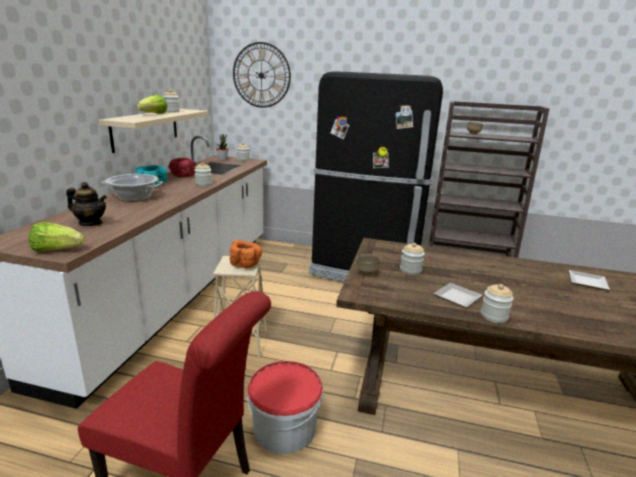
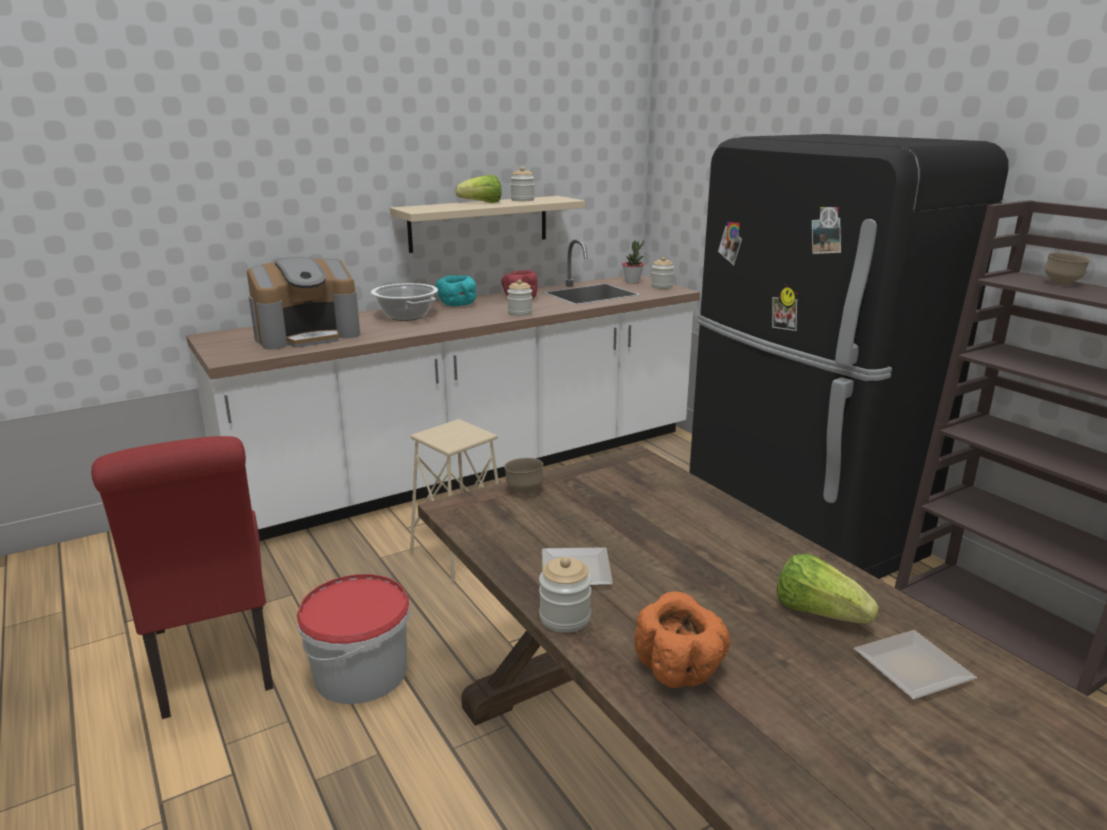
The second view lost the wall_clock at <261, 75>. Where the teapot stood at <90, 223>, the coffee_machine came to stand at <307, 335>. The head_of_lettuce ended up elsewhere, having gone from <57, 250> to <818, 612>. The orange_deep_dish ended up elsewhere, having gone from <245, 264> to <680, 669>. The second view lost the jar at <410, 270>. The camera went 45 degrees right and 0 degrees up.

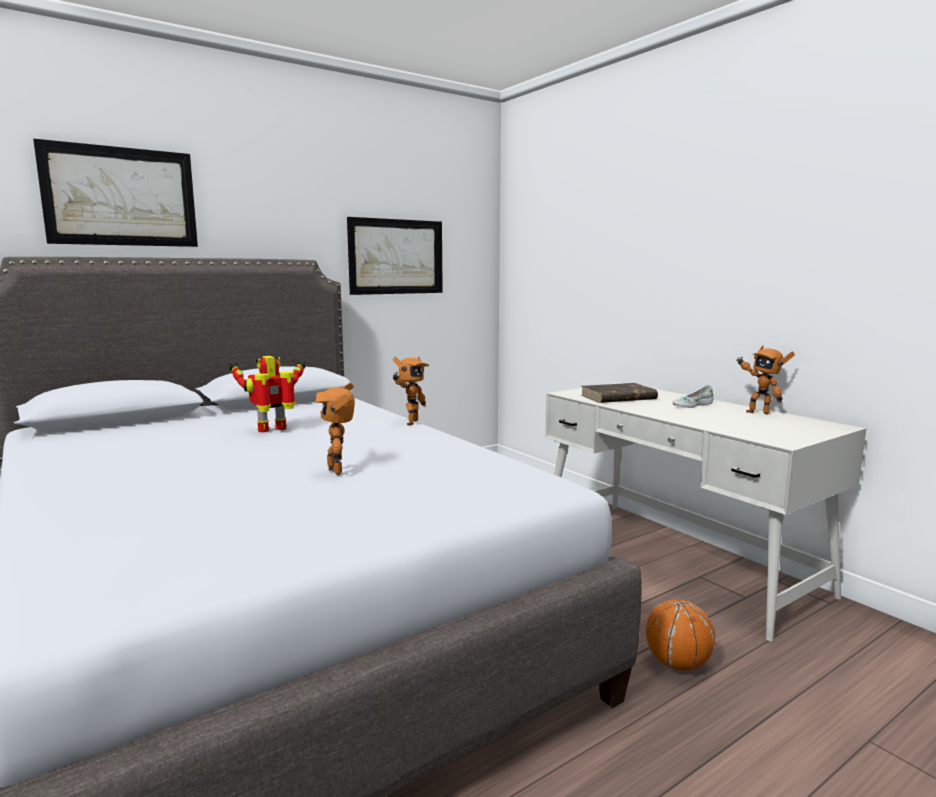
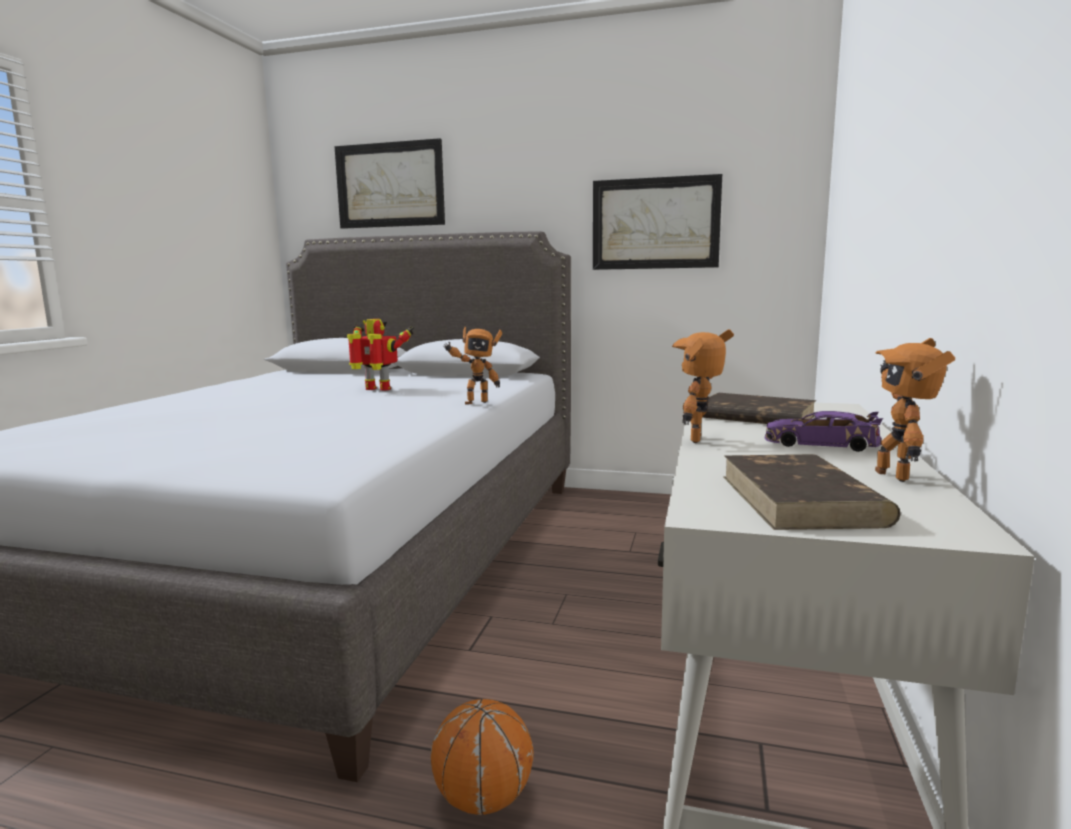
The robot_figure ended up elsewhere, having gone from <338, 470> to <701, 440>. Where the whitish_item_of_footwear stood at <691, 405>, the purple_model_car came to stand at <820, 444>. The second view gained the brownish_book at <801, 500>. The camera went 50 degrees right and 0 degrees up.

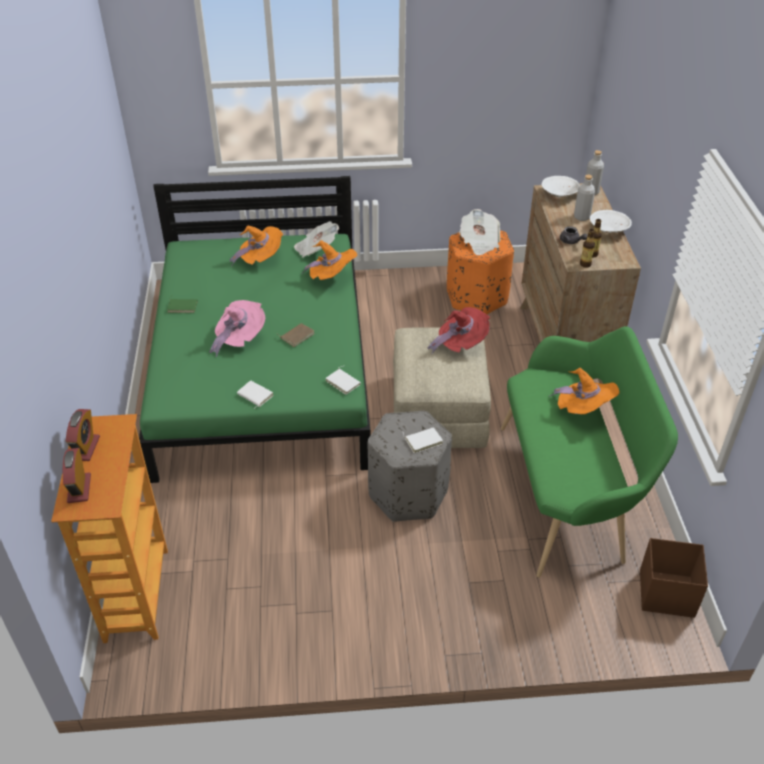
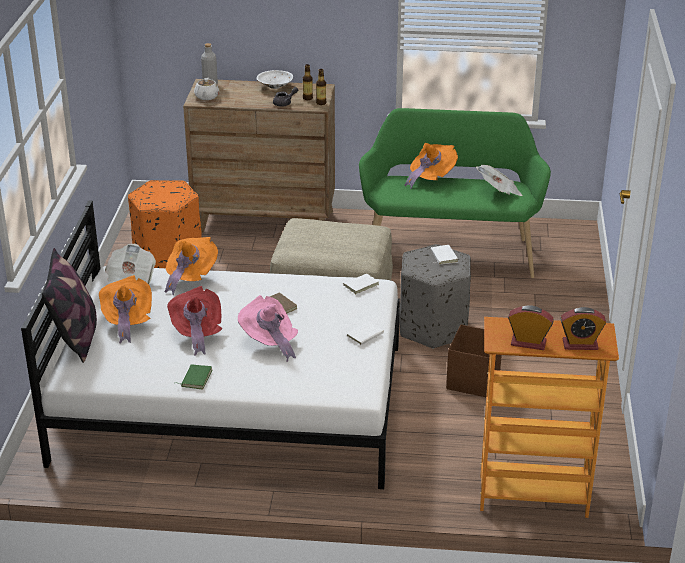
The second view lost the grey_drink_bottle at <581, 217>. What was the green-coloured_bed at <263, 372> turned into the whitish_bed at <232, 402>. Where the whitish_deep_dish stood at <559, 194>, the whitish_teapot came to stand at <206, 97>. The printed_paper ended up elsewhere, having gone from <479, 242> to <499, 192>. The red-coloured_clothing_hat ended up elsewhere, having gone from <460, 344> to <197, 333>. The brownish_storage_box ended up elsewhere, having gone from <665, 593> to <472, 381>. The second view gained the pillow at <76, 337>. The camera went 80 degrees left and 10 degrees down.

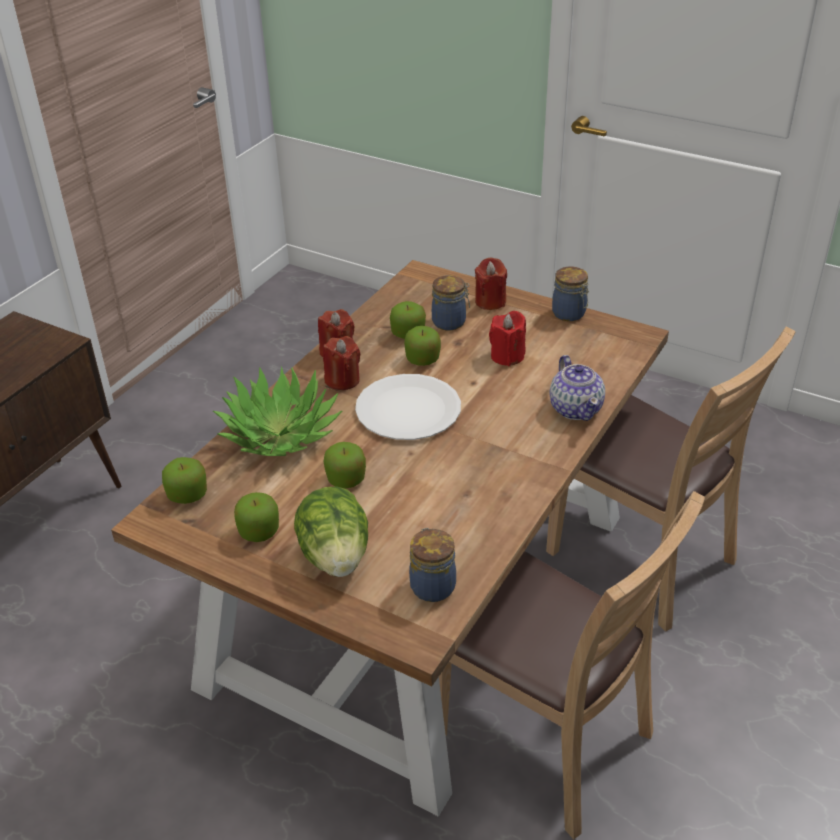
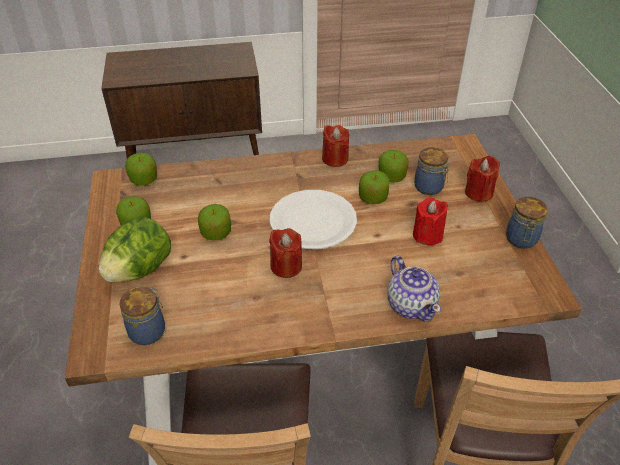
The red-coloured_candle ended up elsewhere, having gone from <342, 380> to <286, 266>. The teapot at <576, 408> ended up facing another way, 60 degrees counterclockwise from before. The second view lost the houseplant at <280, 434>. The camera went 50 degrees right and 5 degrees up.

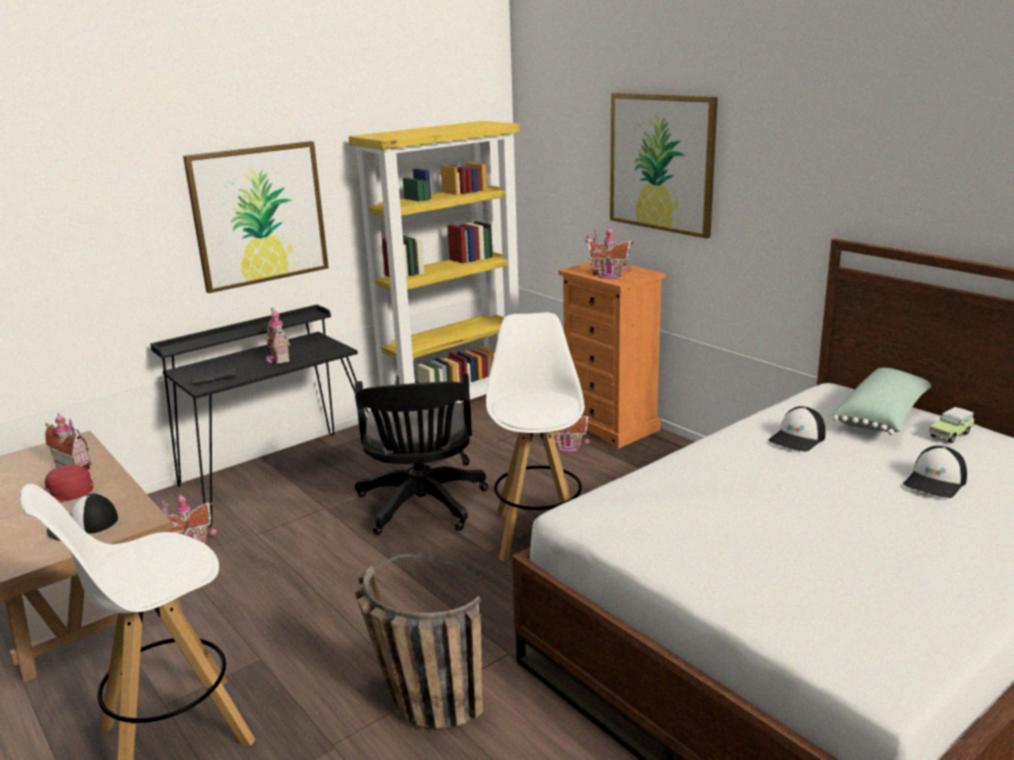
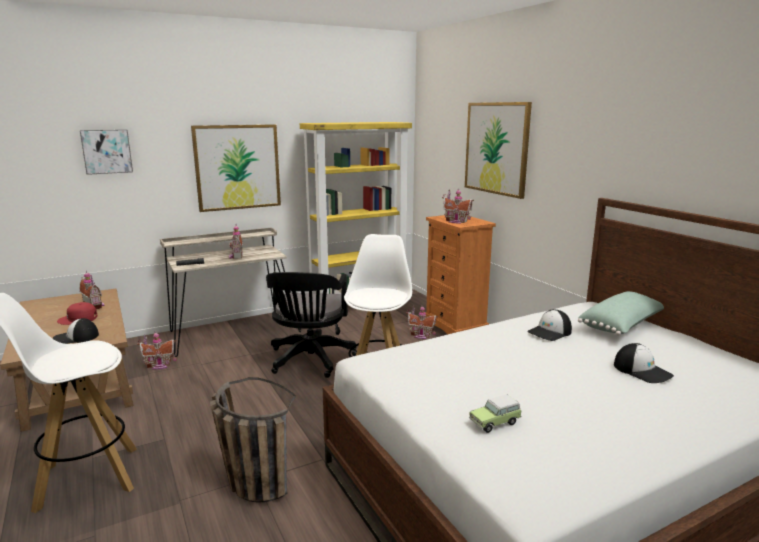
What was the black_desk_unit at <278, 474> turned into the beige_desk_unit at <232, 331>. The model_car ended up elsewhere, having gone from <951, 434> to <496, 422>. The cap at <935, 482> ended up facing another way, 90 degrees counterclockwise from before. The second view gained the picture at <107, 151>. The camera went 10 degrees right and 5 degrees down.

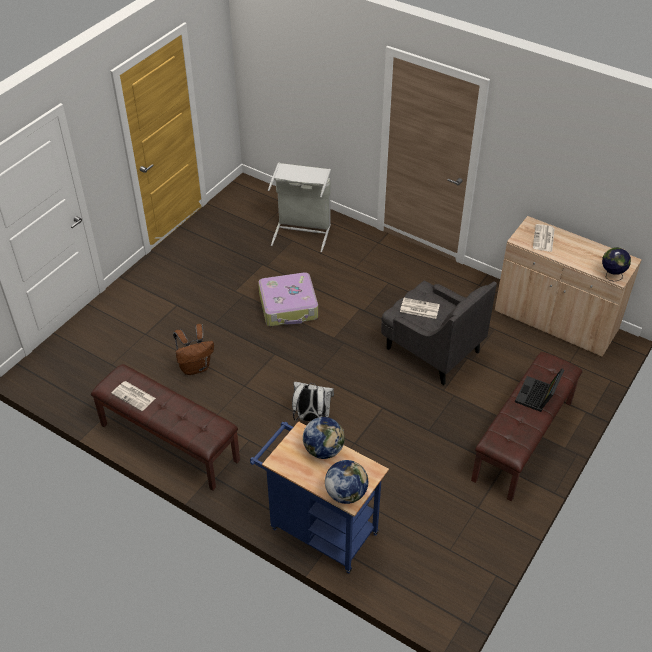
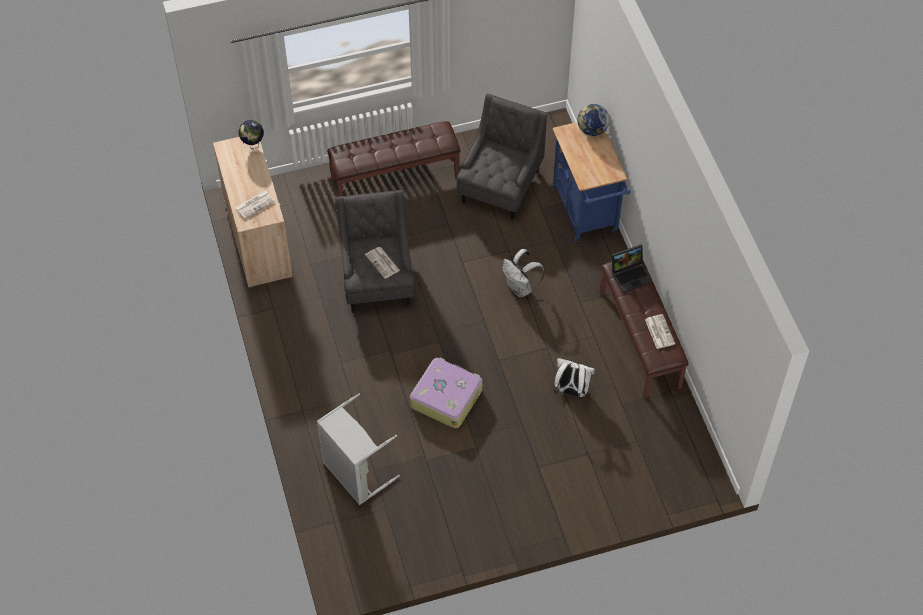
What was the brownish_rucksack at <195, 367> turned into the whitish_rucksack at <571, 391>. The notebook_computer ended up elsewhere, having gone from <537, 396> to <631, 275>. The second view lost the desk_globe at <323, 450>. The second view gained the grey_armchair at <500, 187>. The camera went 140 degrees left and 10 degrees up.

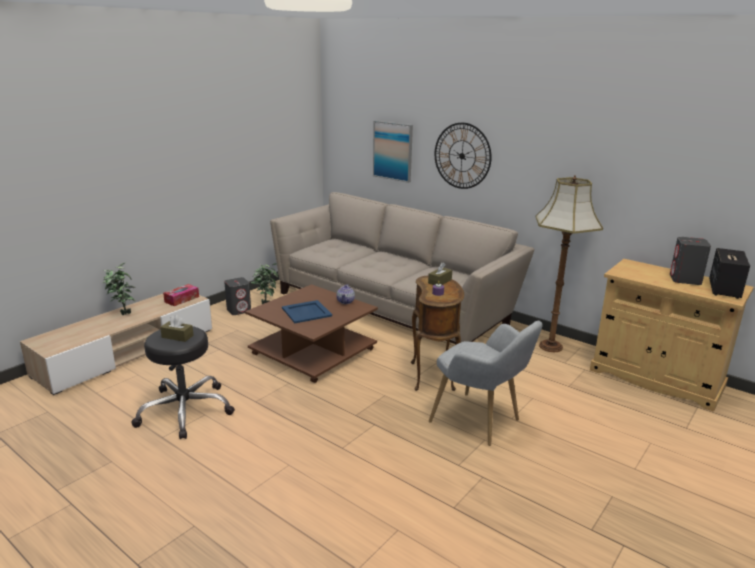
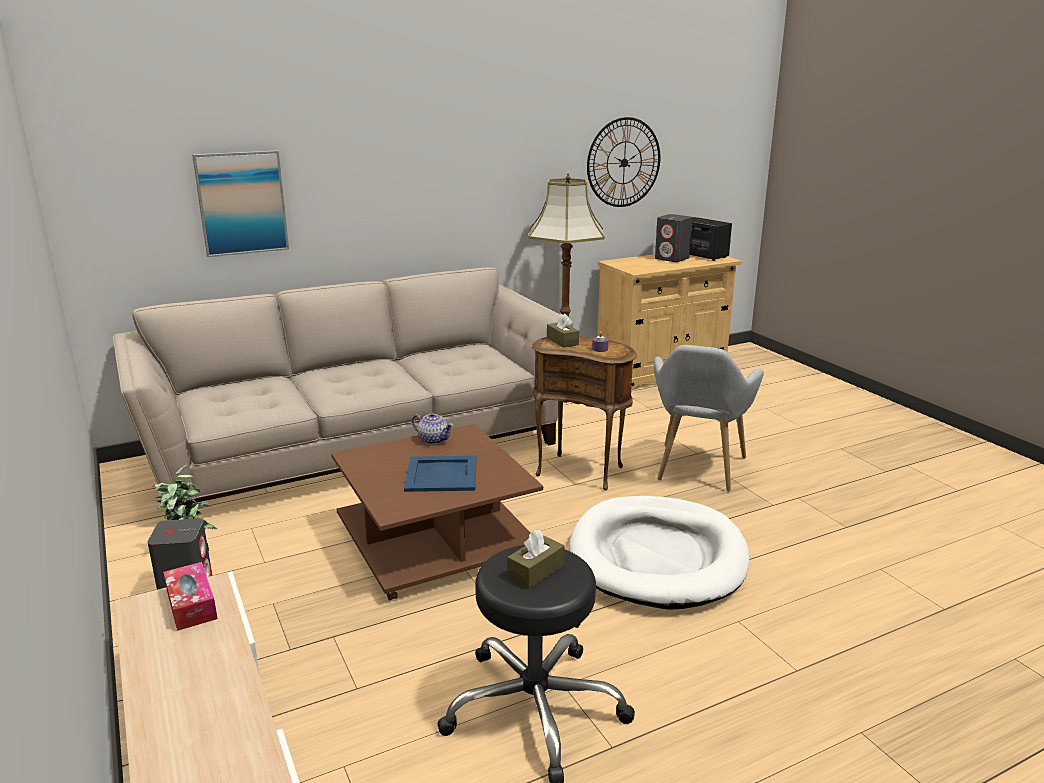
The wall_clock ended up elsewhere, having gone from <462, 156> to <624, 162>. The second view lost the houseplant at <122, 312>. The grey_armchair at <480, 422> ended up facing another way, 135 degrees clockwise from before. The second view gained the whitish_pet_bed at <657, 557>. The camera went 65 degrees left and 0 degrees up.

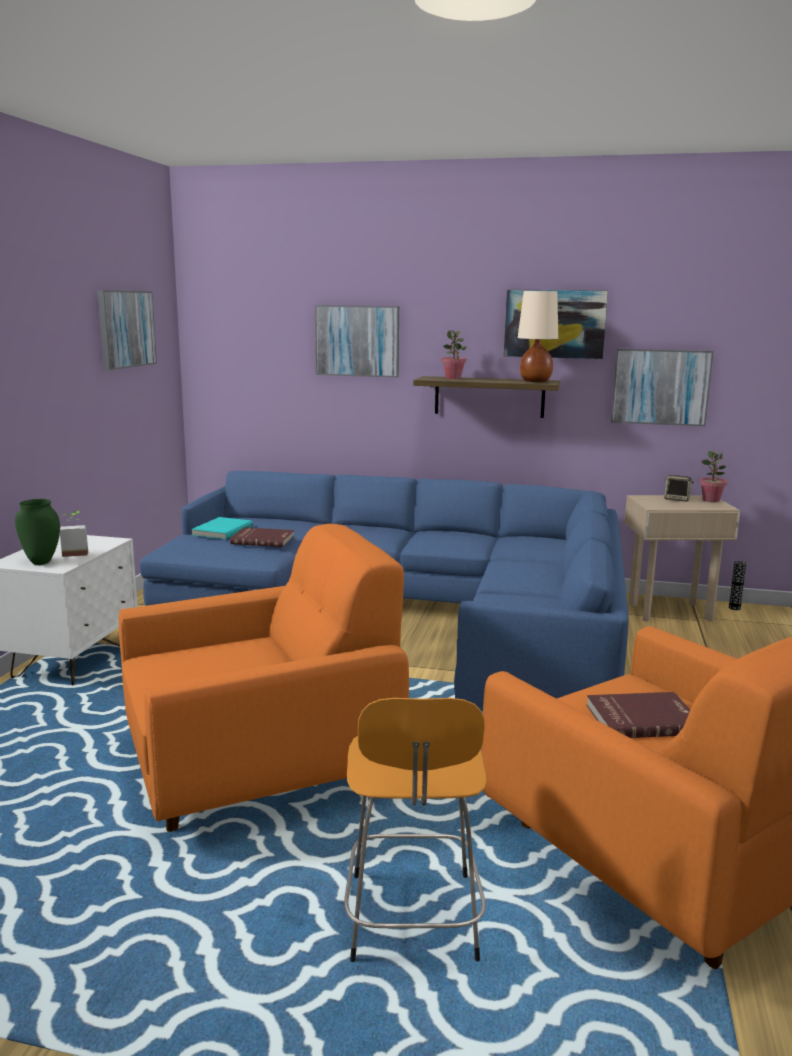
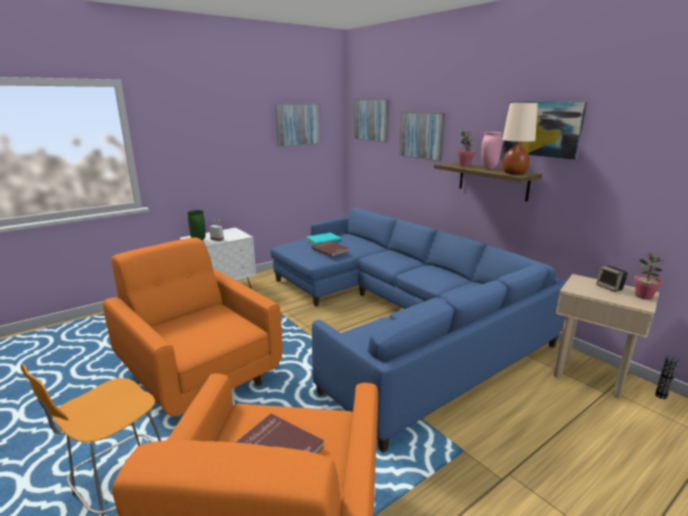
The picture ended up elsewhere, having gone from <660, 387> to <372, 120>. The orange_armchair at <262, 770> ended up facing another way, 150 degrees counterclockwise from before. The second view gained the pink-coloured_flower_vase at <489, 168>. The camera went 40 degrees right and 5 degrees up.

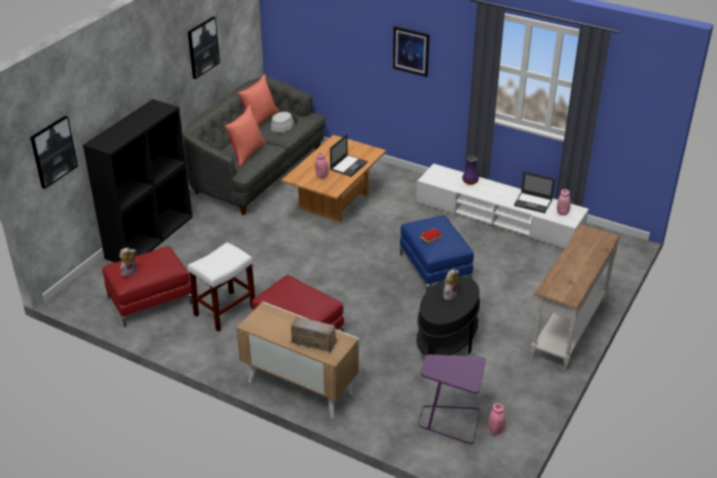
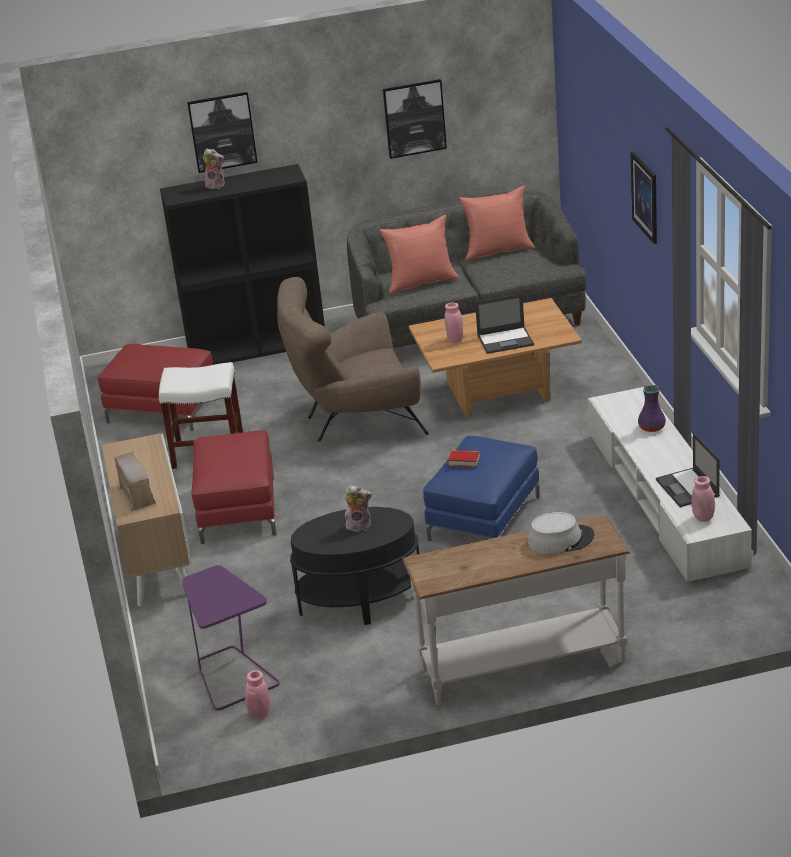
The grey_clothing_hat ended up elsewhere, having gone from <284, 125> to <561, 539>. The picture ended up elsewhere, having gone from <53, 151> to <222, 131>. The soft_toy ended up elsewhere, having gone from <129, 272> to <216, 185>. The second view gained the brownish_armchair at <355, 420>. The camera went 50 degrees right and 5 degrees down.

